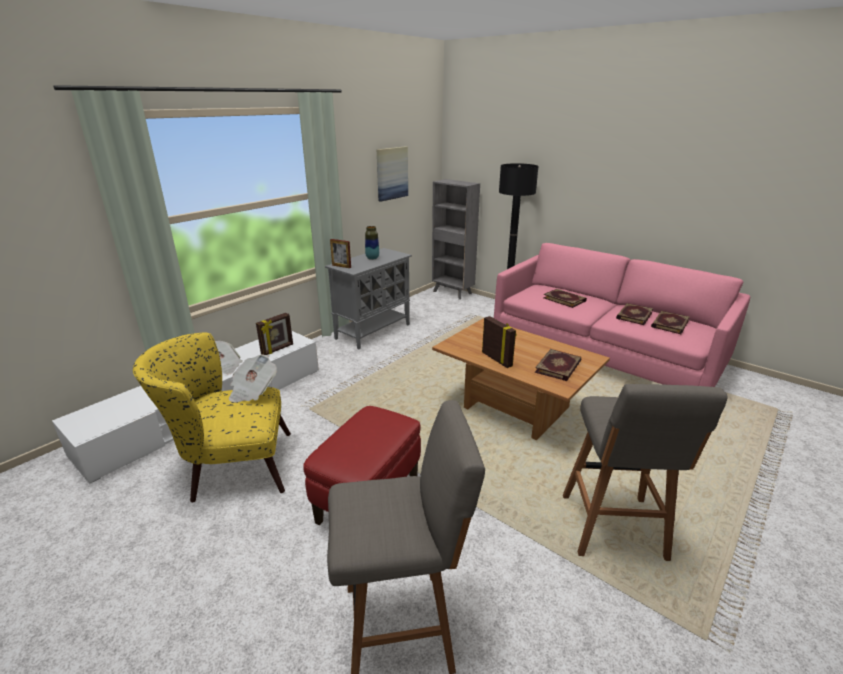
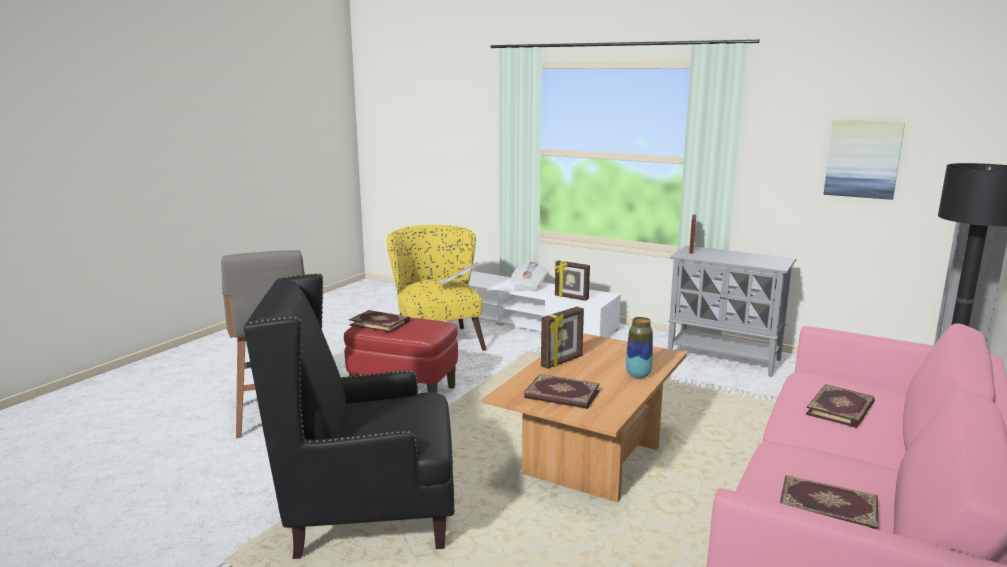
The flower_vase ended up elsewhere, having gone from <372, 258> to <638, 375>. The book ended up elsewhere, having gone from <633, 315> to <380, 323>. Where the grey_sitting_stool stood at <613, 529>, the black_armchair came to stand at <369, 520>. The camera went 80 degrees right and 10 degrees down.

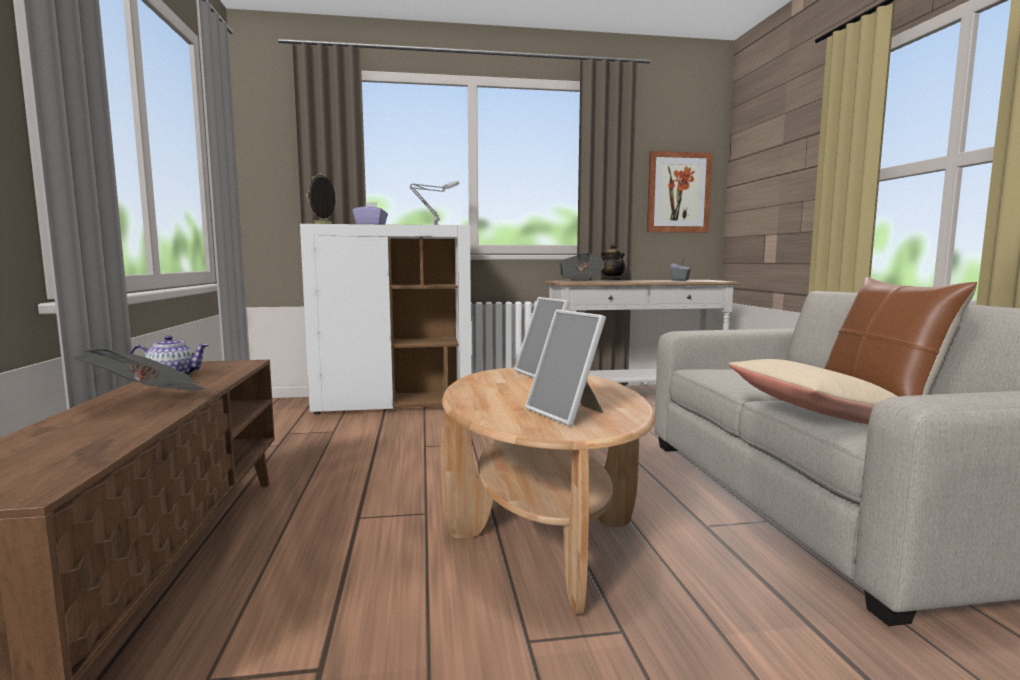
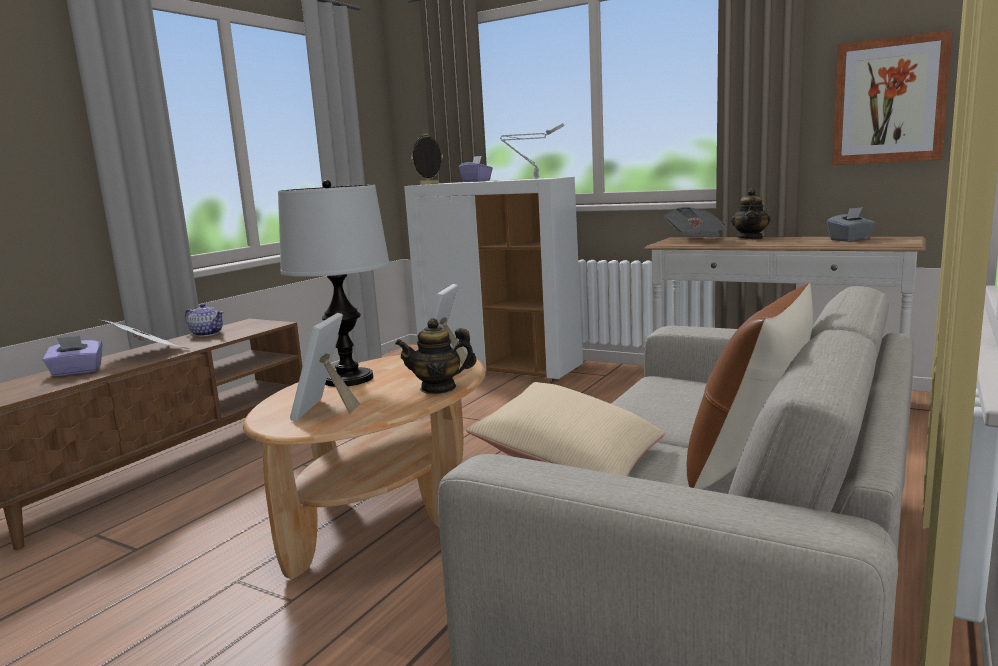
The second view gained the lamp_for_a_table at <349, 379>. The second view gained the teapot at <438, 388>. The second view gained the purple_tissue_box at <77, 371>. The camera went 40 degrees right and 5 degrees up.

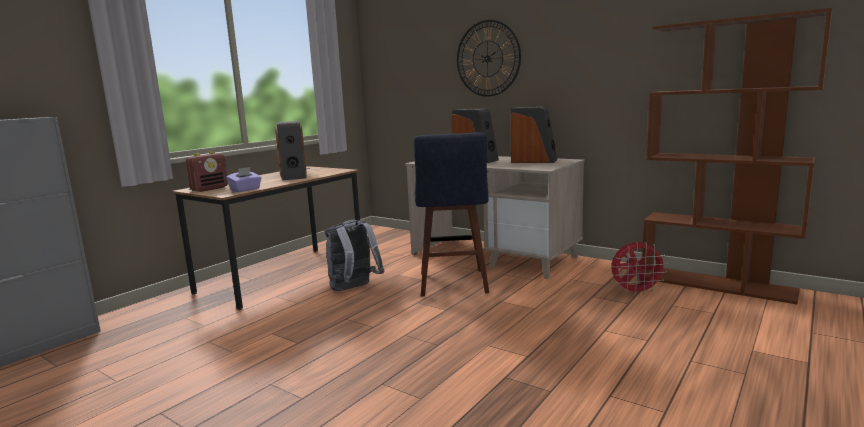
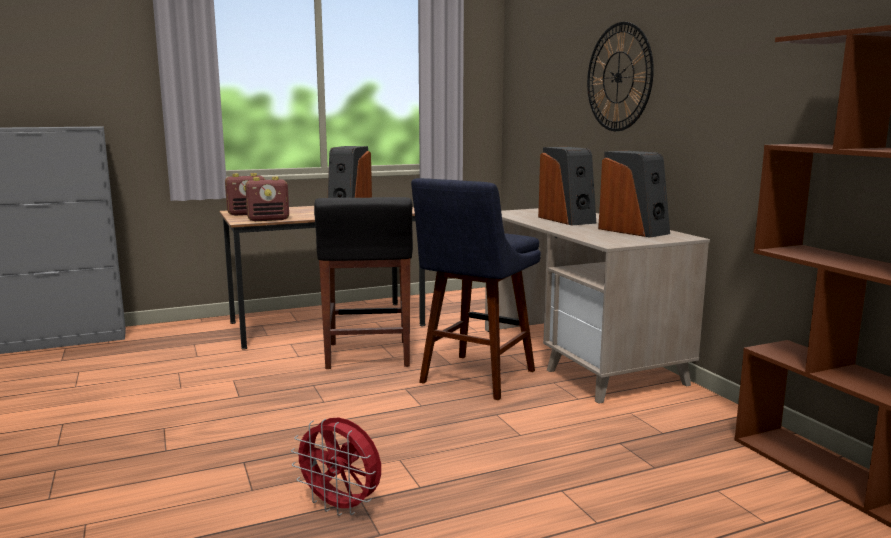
Where the purple_tissue_box stood at <245, 190>, the radio_receiver came to stand at <269, 219>. Where the grey_rucksack stood at <354, 289>, the black_sitting_stool came to stand at <368, 355>. The red-coloured_cooling_fan ended up elsewhere, having gone from <636, 292> to <341, 507>. The camera went 30 degrees right and 0 degrees up.

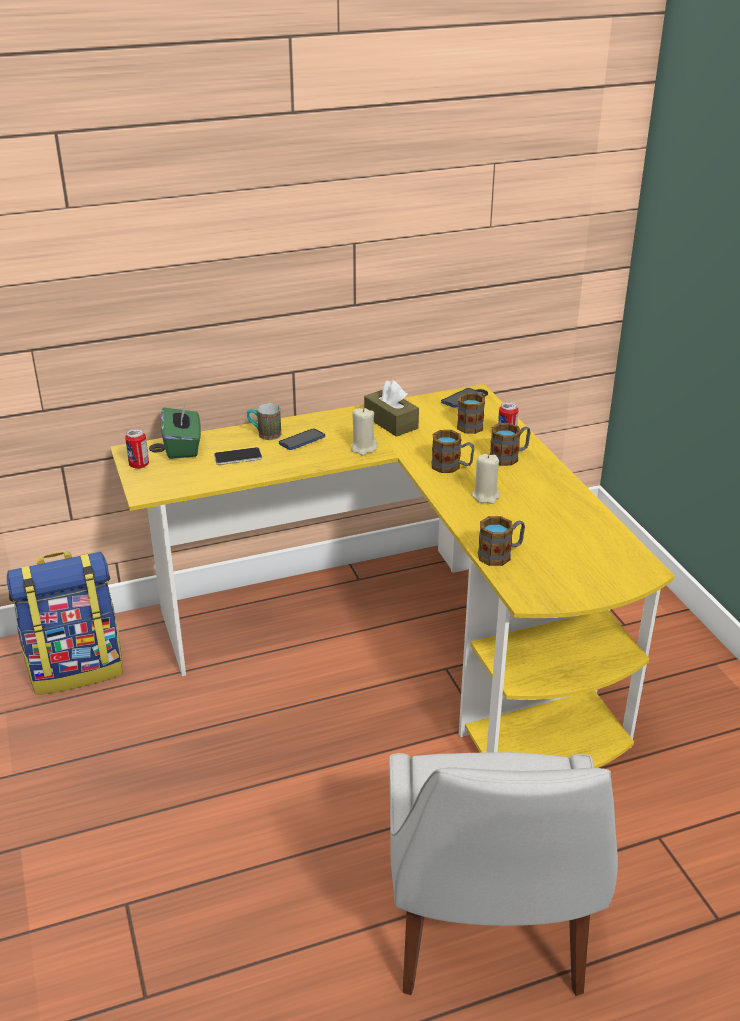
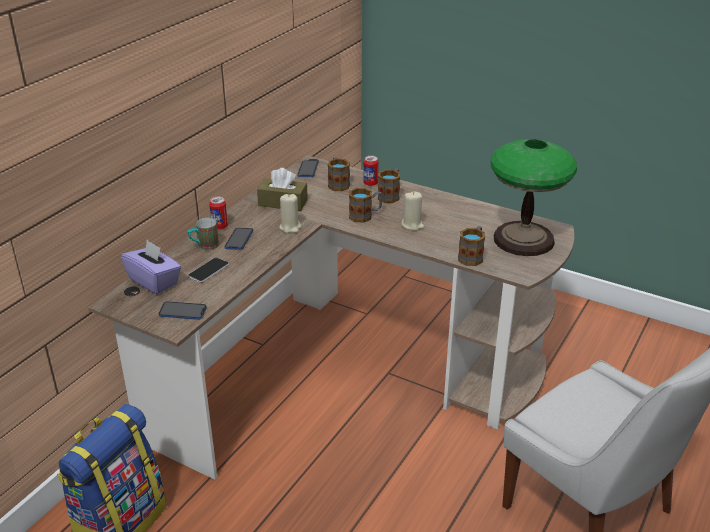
What was the yellow-coloured_desk_unit at <407, 642> turned into the brownish_desk_unit at <344, 369>. What was the green-coloured_tissue_box at <183, 447> turned into the purple_tissue_box at <154, 281>. The can ended up elsewhere, having gone from <139, 465> to <220, 226>. The second view gained the lamp_for_a_table at <523, 240>. The second view gained the handset at <182, 312>. The camera went 40 degrees left and 0 degrees up.

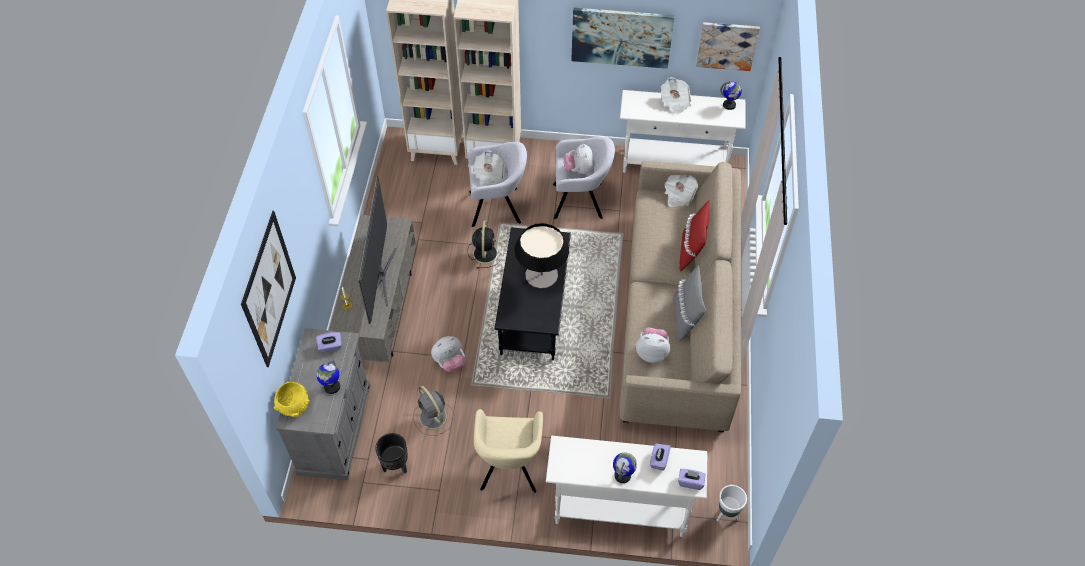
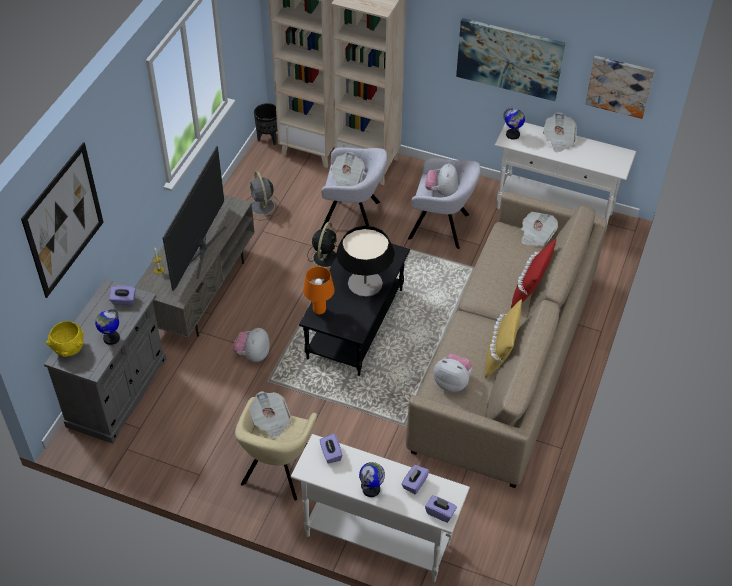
The desk_globe ended up elsewhere, having gone from <729, 105> to <513, 135>. What was the grey_pillow at <685, 318> turned into the yellow-coloured_pillow at <500, 356>. The soft_toy at <450, 362> ended up facing another way, 120 degrees clockwise from before. The grey_cooling_fan ended up elsewhere, having gone from <433, 418> to <262, 207>. The black_planter ended up elsewhere, having gone from <396, 466> to <268, 139>. The second view lost the whitish_planter at <726, 514>. The second view gained the orange_lamp_for_a_table at <319, 310>. The second view gained the printed_paper at <271, 421>. The second view gained the purple_tissue_box at <330, 454>. The camera went 15 degrees right and 5 degrees down.

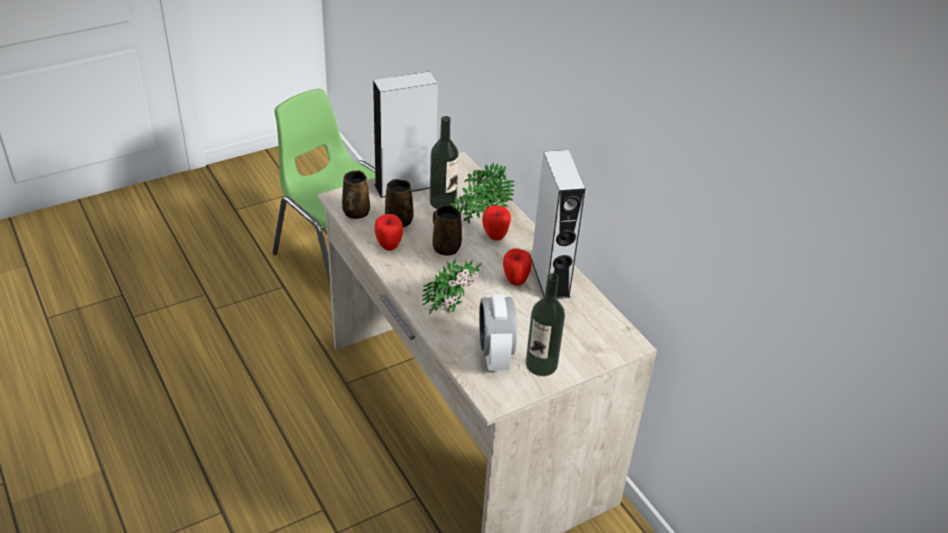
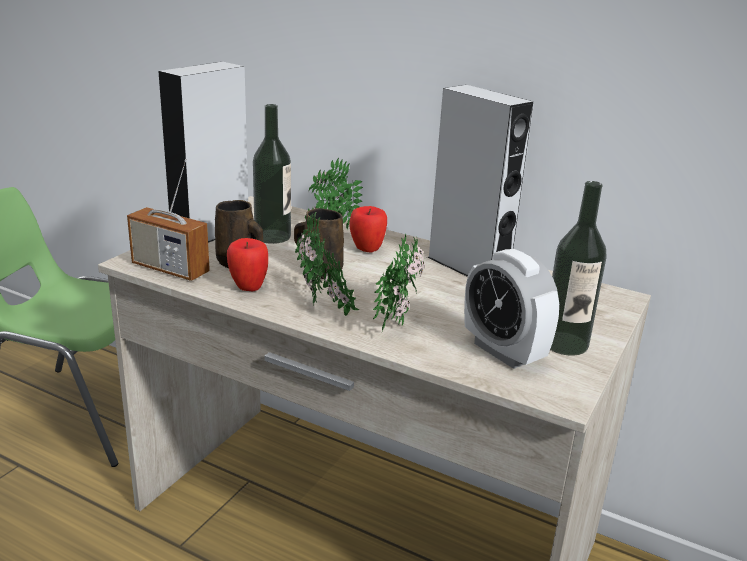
Where the brownish_mug stood at <355, 213>, the radio_receiver came to stand at <170, 269>. The second view lost the apple_fruit at <515, 281>. The second view gained the houseplant at <324, 310>. The camera went 30 degrees left and 15 degrees down.

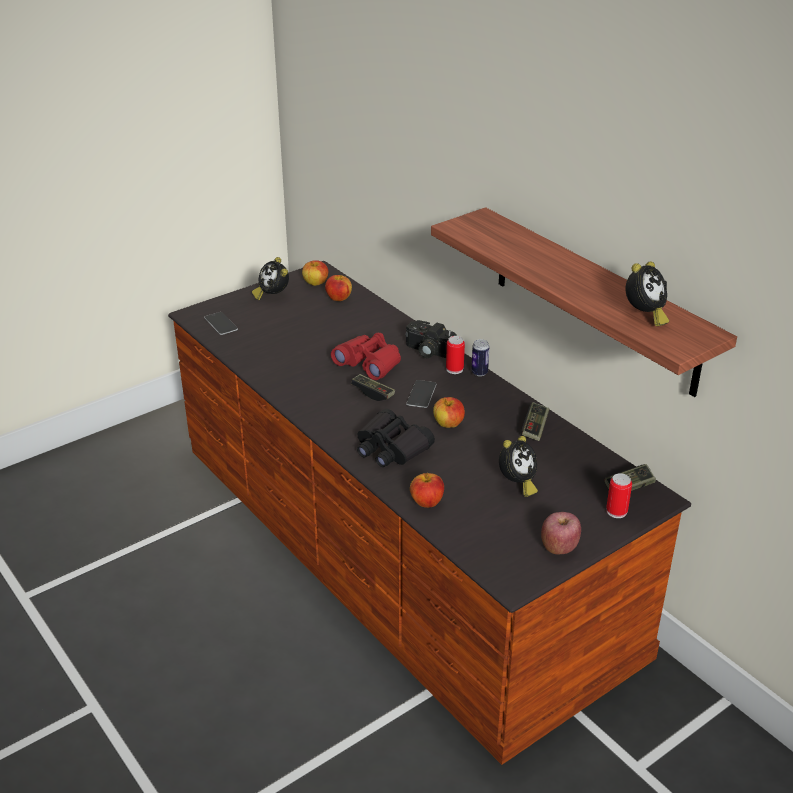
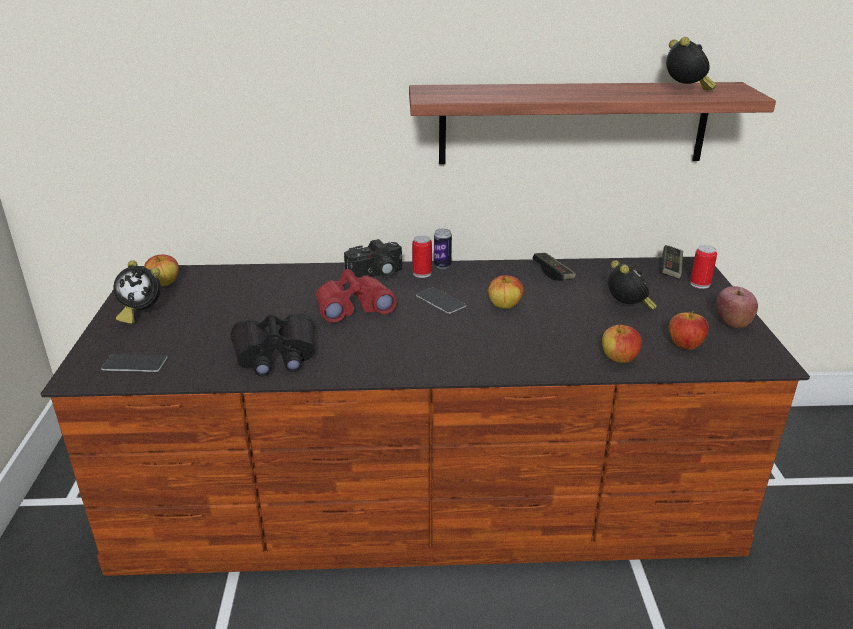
The apple_fruit ended up elsewhere, having gone from <338, 298> to <685, 345>. The second view lost the gamepad at <373, 393>. The black_pair_of_binoculars ended up elsewhere, having gone from <391, 448> to <276, 355>. The camera went 55 degrees left and 5 degrees down.

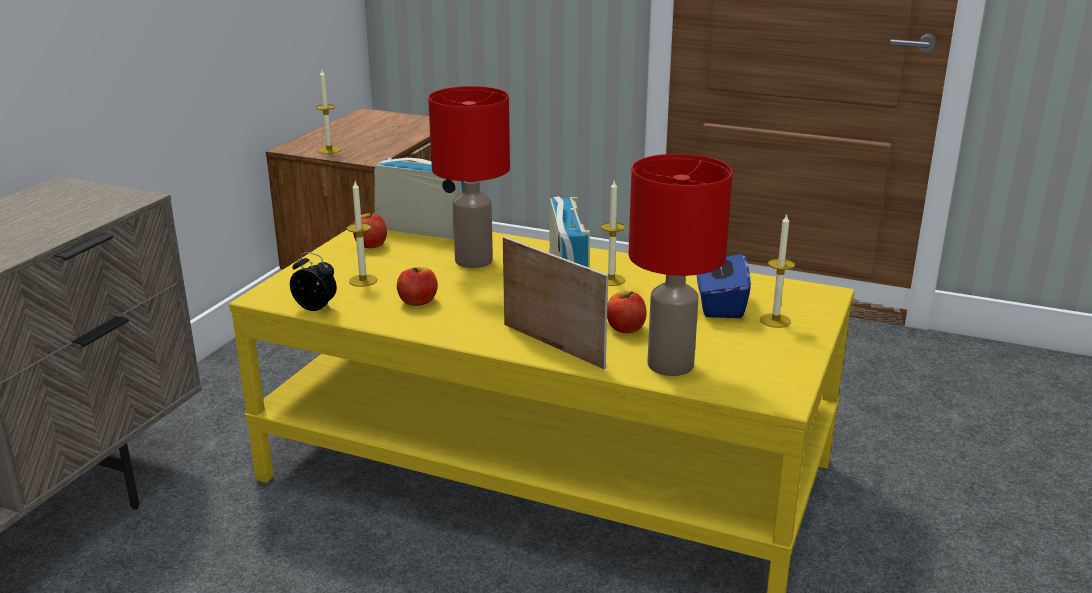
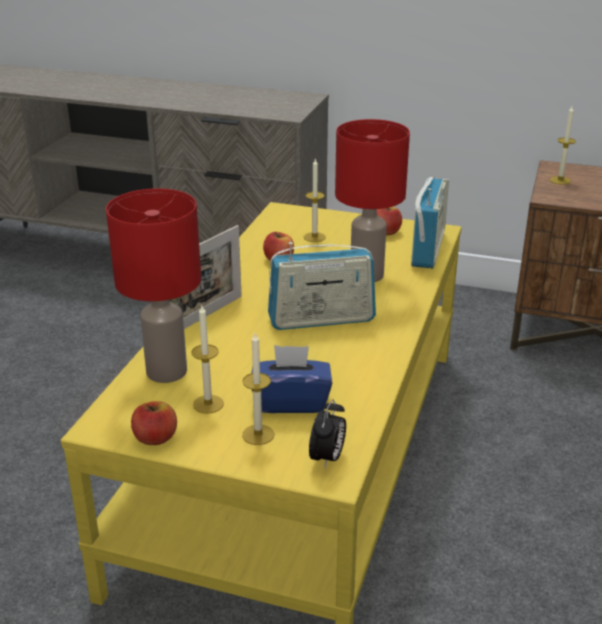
The candle ended up elsewhere, having gone from <611, 280> to <208, 404>. The bedside_clock ended up elsewhere, having gone from <317, 308> to <327, 458>. The apple_fruit ended up elsewhere, having gone from <625, 328> to <155, 438>. The camera went 85 degrees right and 5 degrees up.

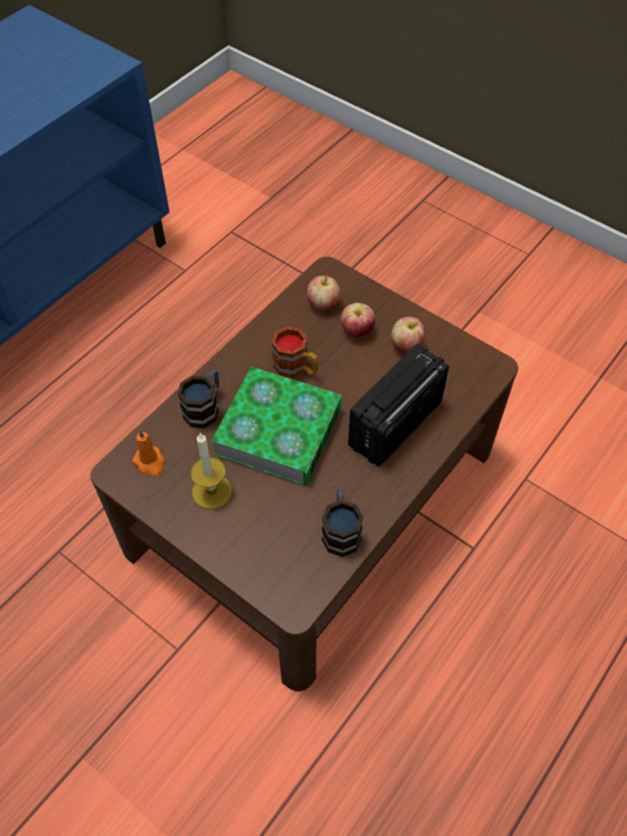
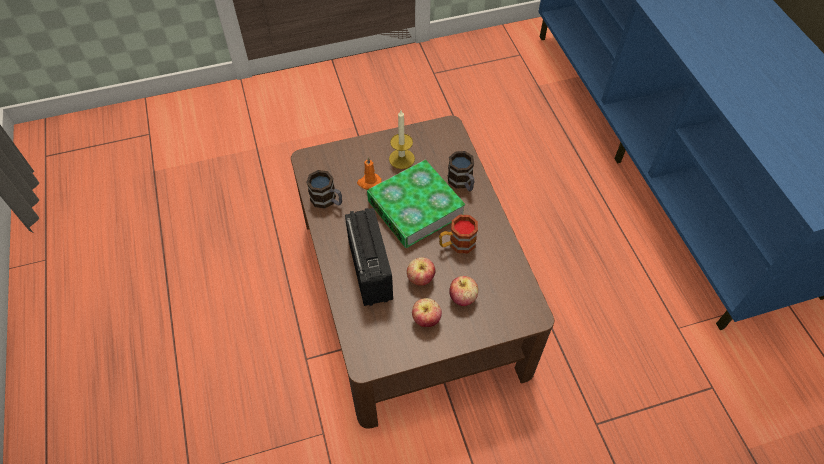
The apple_fruit ended up elsewhere, having gone from <323, 304> to <420, 279>. The orange_candle ended up elsewhere, having gone from <150, 462> to <369, 182>. The camera went 125 degrees right and 0 degrees up.

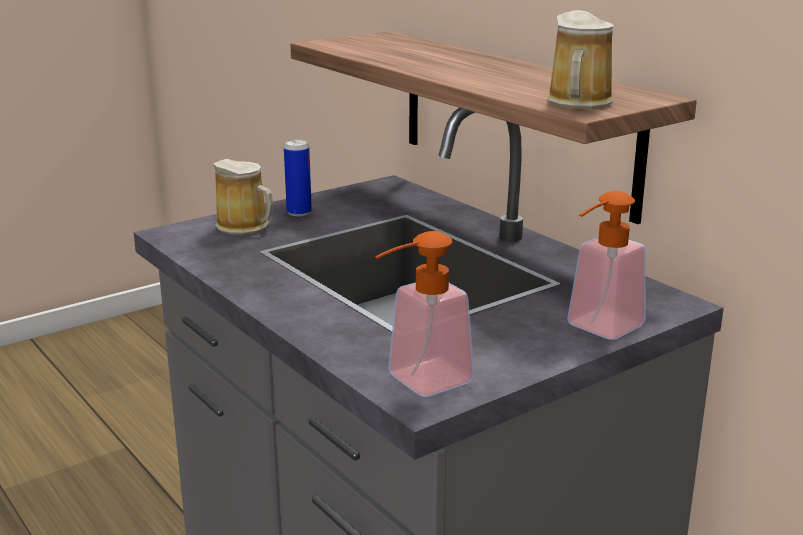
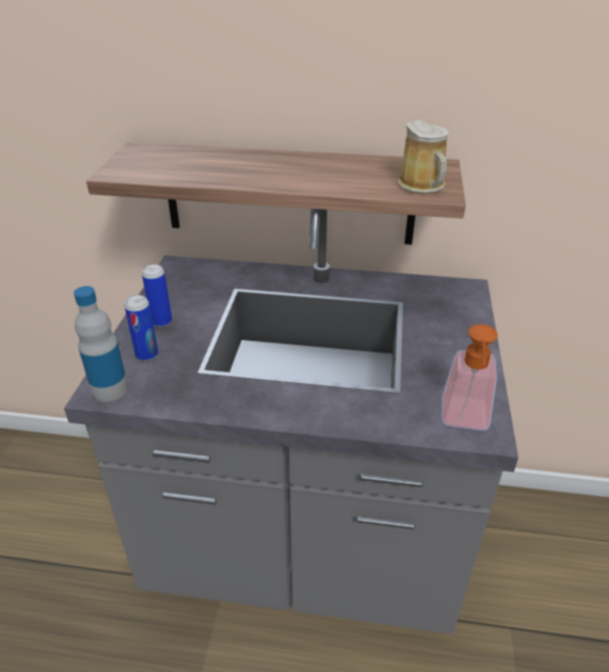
Where the mug stood at <246, 227>, the can came to stand at <147, 355>. The second view lost the soap_dispenser at <597, 329>. The second view gained the drink_bottle at <110, 389>. The camera went 45 degrees left and 15 degrees up.

